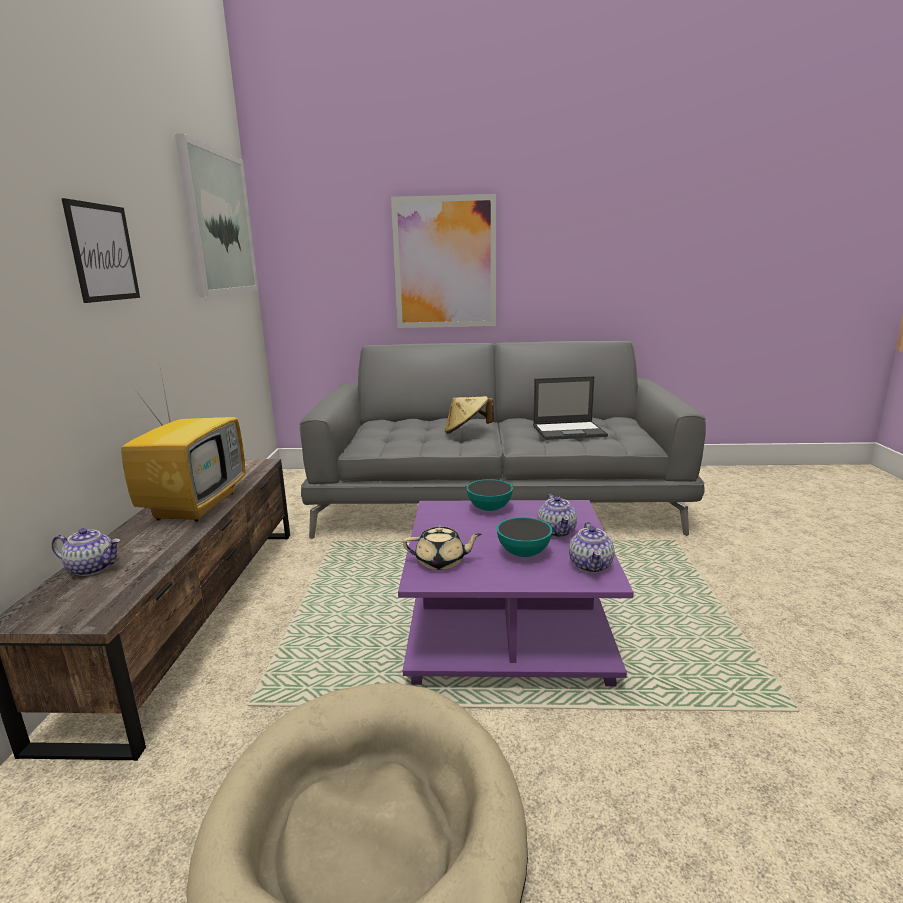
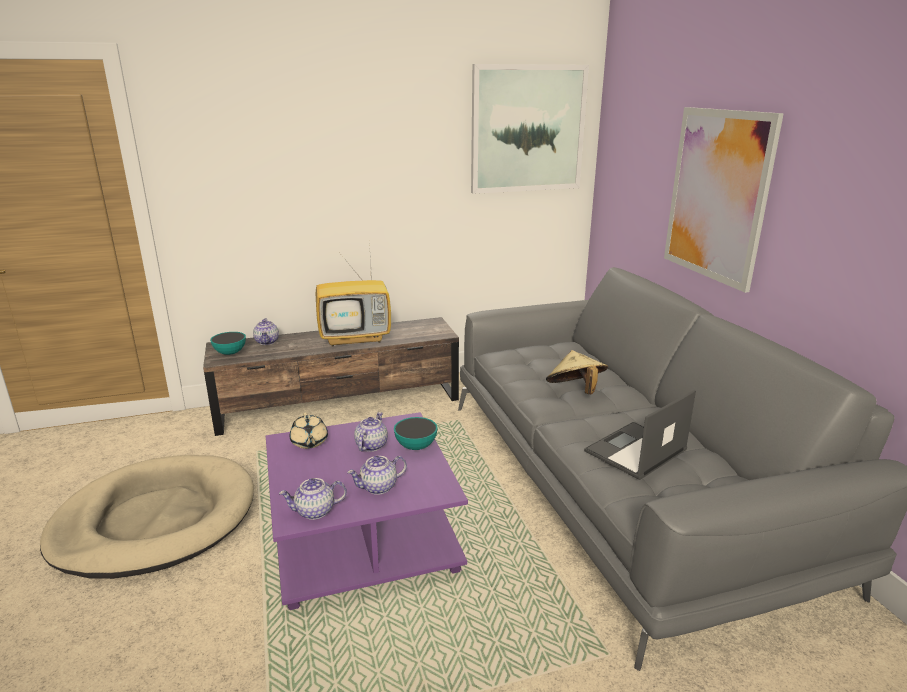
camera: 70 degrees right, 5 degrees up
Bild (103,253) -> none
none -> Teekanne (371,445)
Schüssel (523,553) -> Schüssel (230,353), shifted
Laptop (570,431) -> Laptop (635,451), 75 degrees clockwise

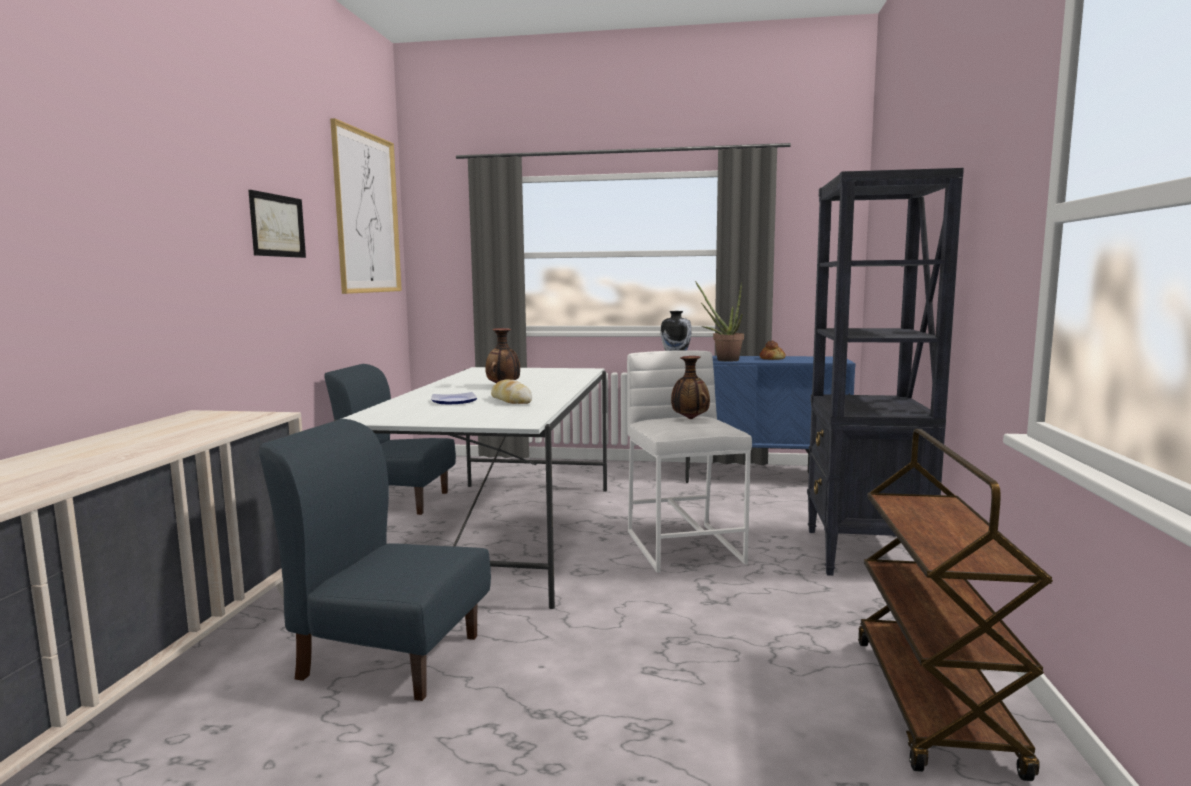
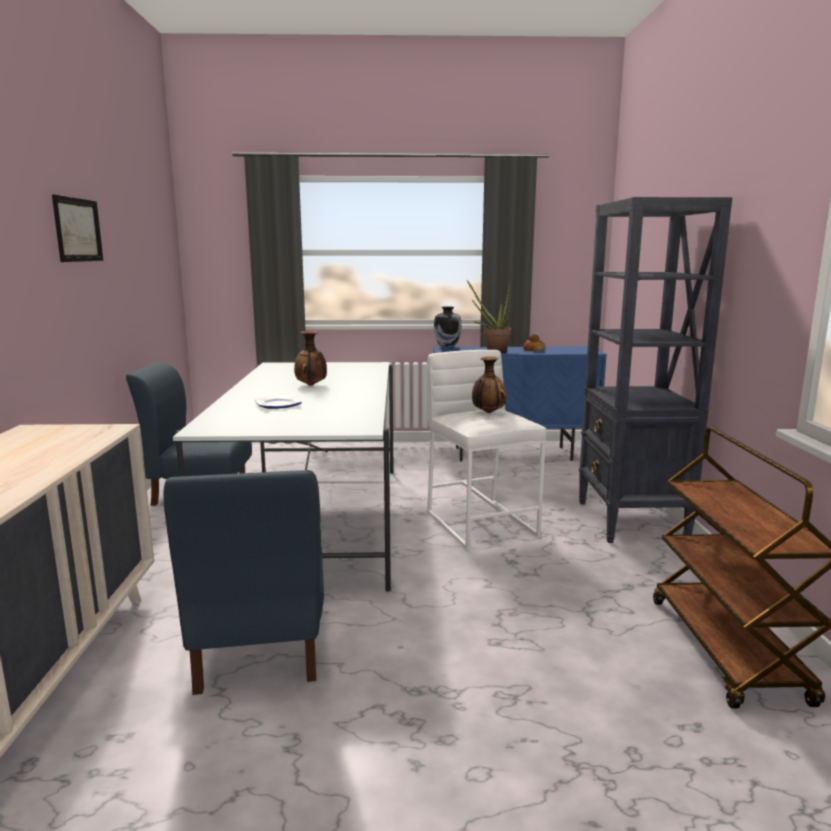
camera: 10 degrees left, 5 degrees up
Bild (367,213) -> none
Brot (511,400) -> none
Stuhl [blau] (390,655) -> Stuhl [blau] (258,649), 105 degrees counterclockwise

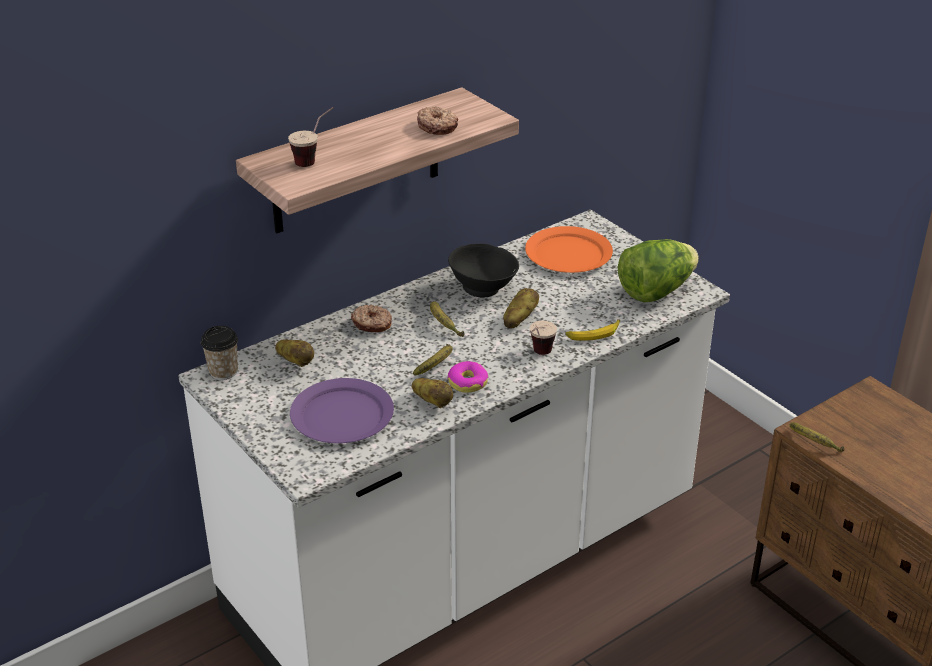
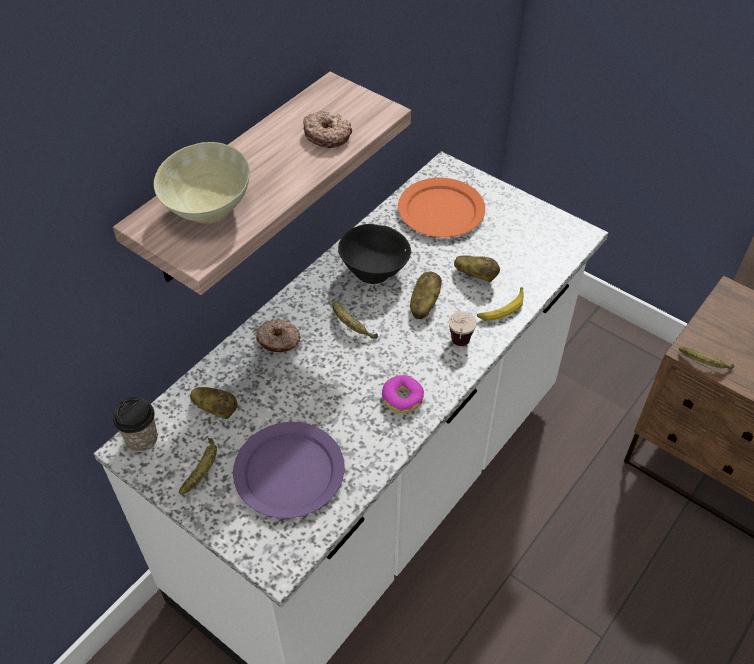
camera: 15 degrees left, 15 degrees up
Salatkopf (656,291) -> none
Kartoffel (433,402) -> Kartoffel (476,276), shifted
Banane (437,365) -> Banane (203,470), shifted
Tasse (314,159) -> Schüssel [beige] (207,209)

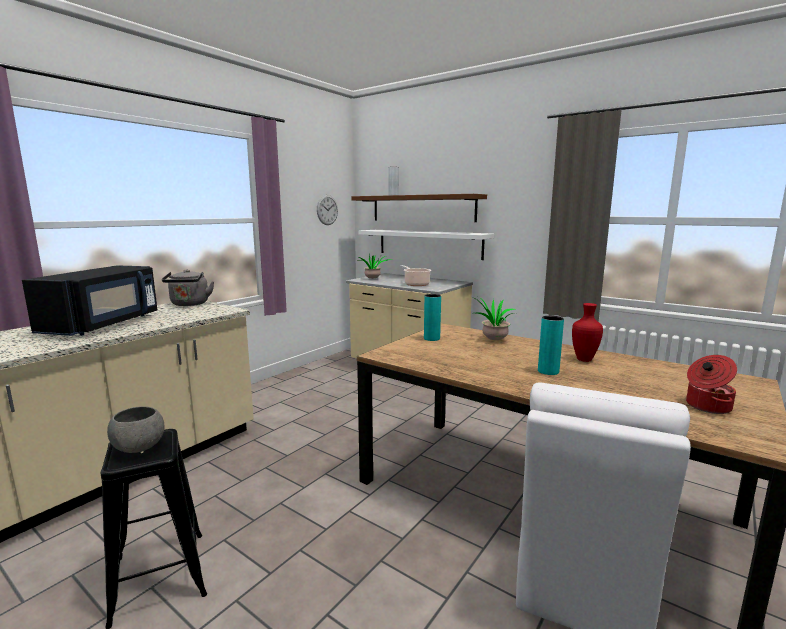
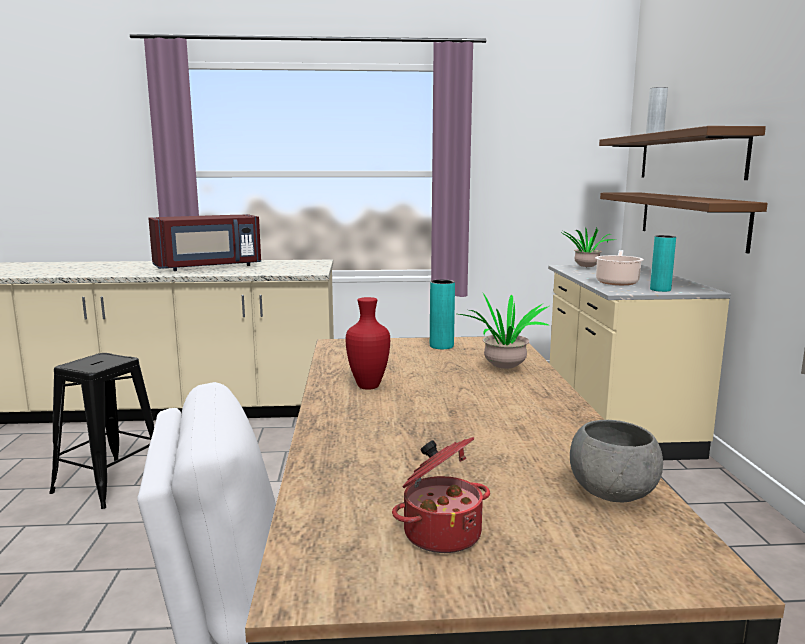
camera: 50 degrees right, 0 degrees up
Wasserkessel [grau] (189,304) -> none
Wanduhr (327,210) -> none
Schüssel [grau] (139,448) -> Schüssel [grau] (613,494), shifted
Vase [türkis] (548,371) -> Vase [türkis] (660,290), shifted
Vase [rot] (583,359) -> Vase [rot] (367,386), shifted
Mikrowelle [schwarz] (104,324) -> Mikrowelle [rot] (208,267)
Wandregal [weiß] (429,243) -> Wandregal [braun] (690,218)

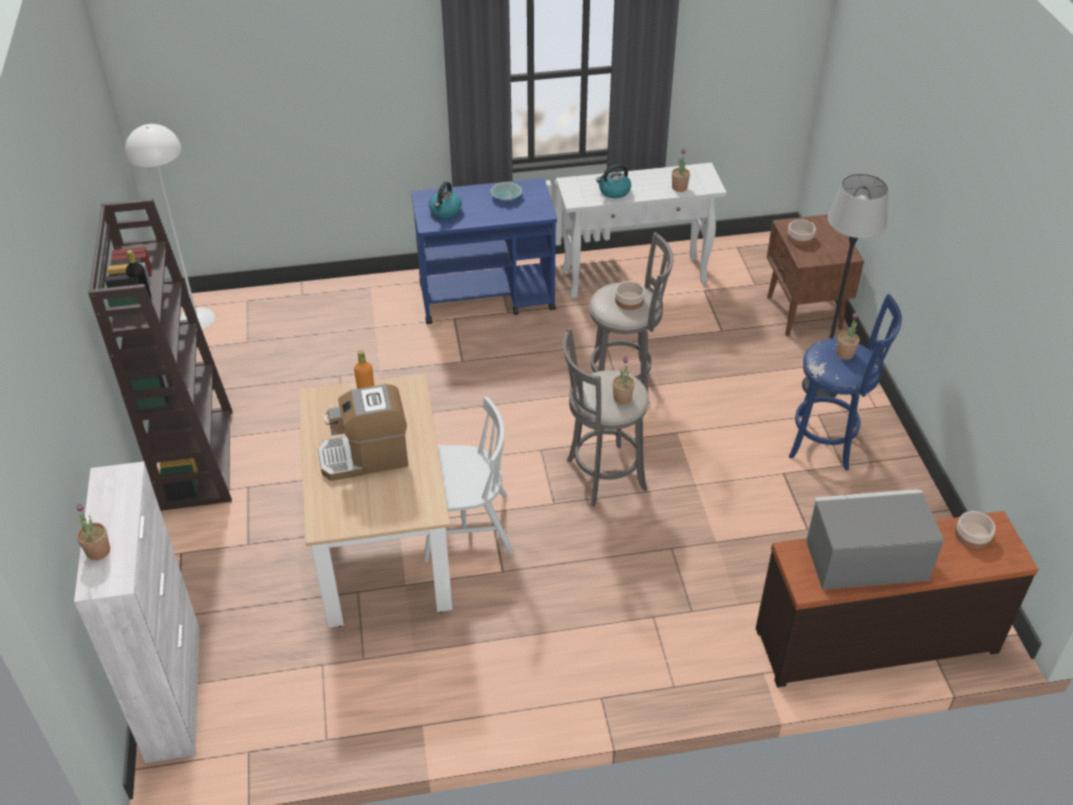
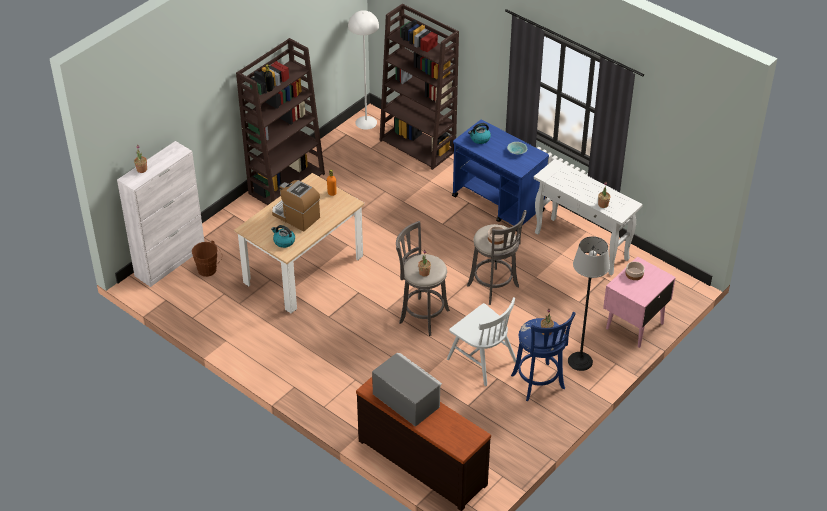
camera: 50 degrees right, 0 degrees up
Schüssel (973,535) -> none
none -> Eimer [braun] (209,271)
none -> Bücherregal [braun] (418,146)
Stuhl [weiß] (465,527) -> Stuhl [weiß] (481,359), shifted
Wasserkessel (614,191) -> Wasserkessel (284,241), shifted
Nachttisch [braun] (803,313) -> Nachttisch [rosa] (633,326)

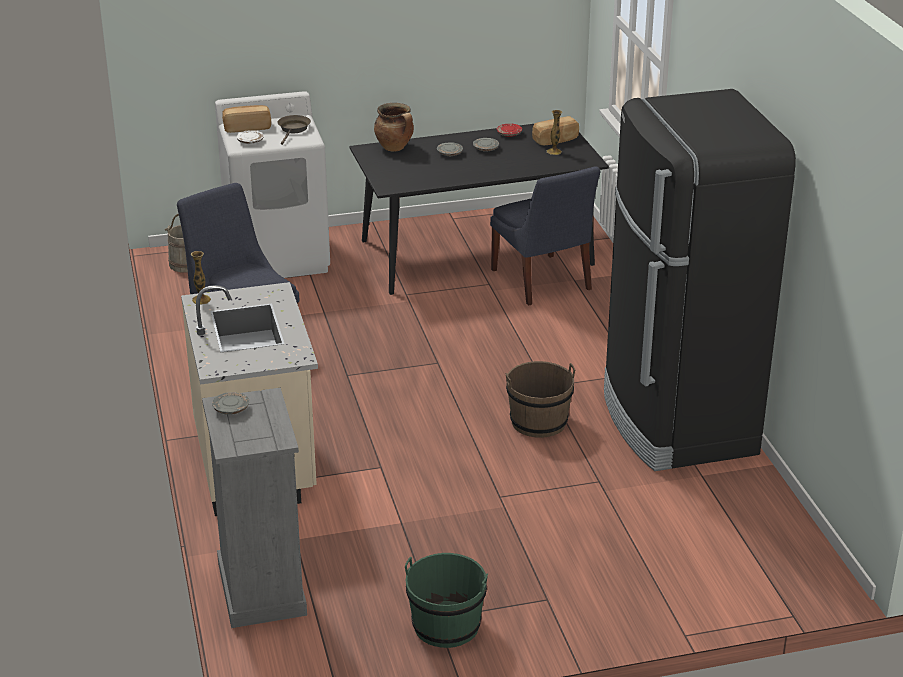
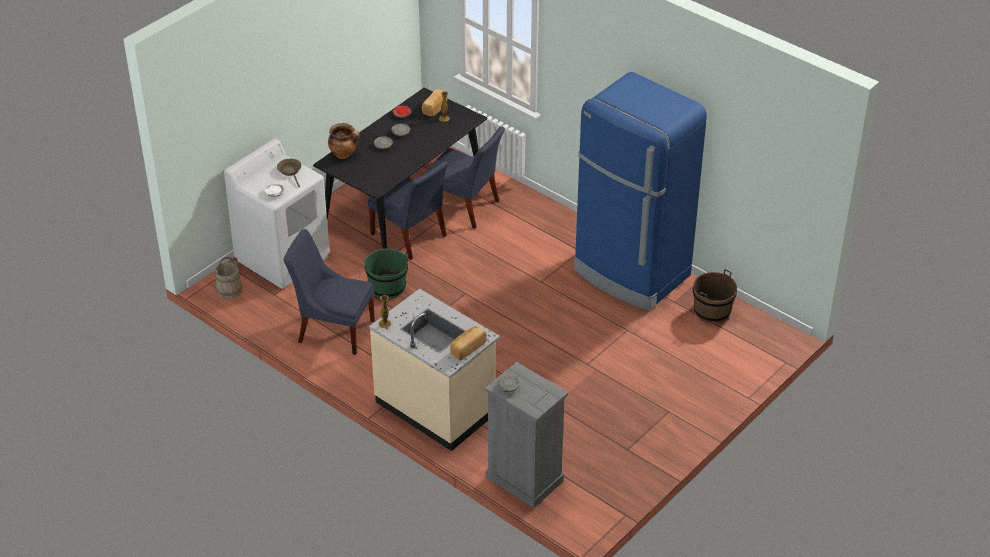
camera: 35 degrees left, 10 degrees up
none -> Stuhl [blau] (410,237)
Brot (247,127) -> Brot (467,348), shifted
Eimer [grün] (446,626) -> Eimer [grün] (387,287), shifted
Eimer [braun] (538,422) -> Eimer [braun] (712,311), shifted
Kühlschrank [schwarz] (676,423) -> Kühlschrank [blau] (631,274)

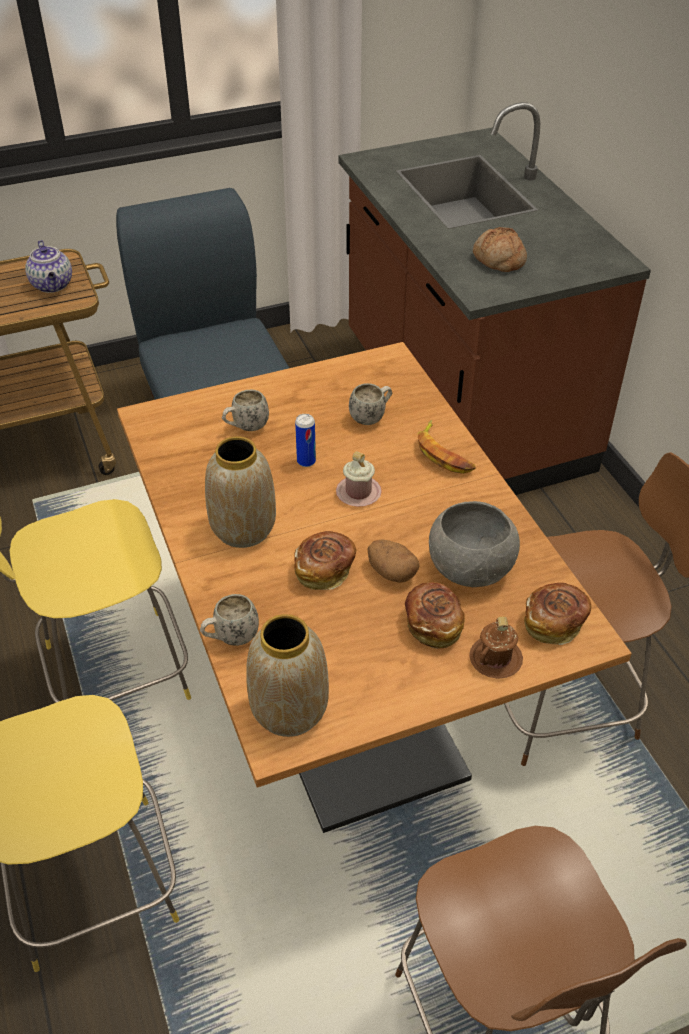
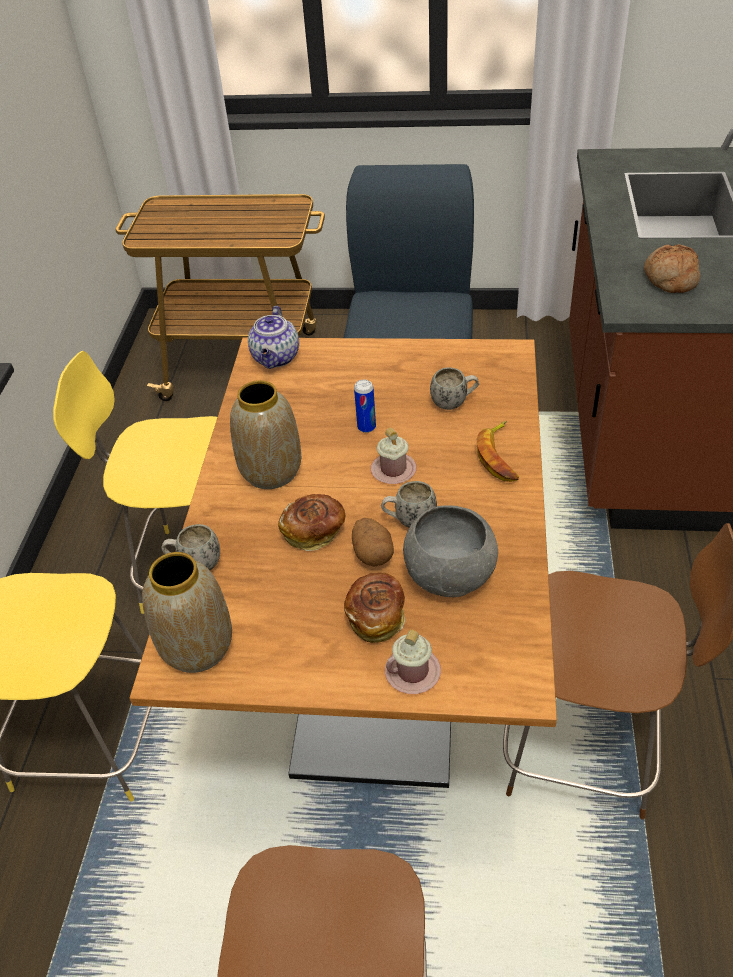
camera: 30 degrees right, 0 degrees up
Brot (554,623) -> none
Teekanne (53,285) -> Teekanne (276,358), shifted
Henkelbecher [weiß] (246,427) -> Henkelbecher [weiß] (409,521), shifted
Henkelbecher [braun] (495,659) -> Henkelbecher [rosa] (412,672)

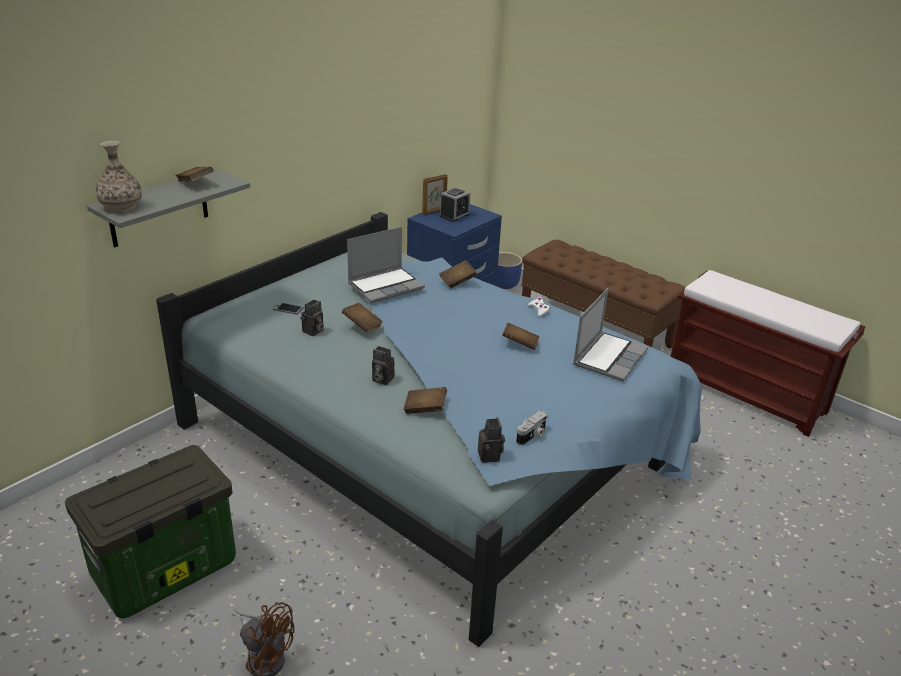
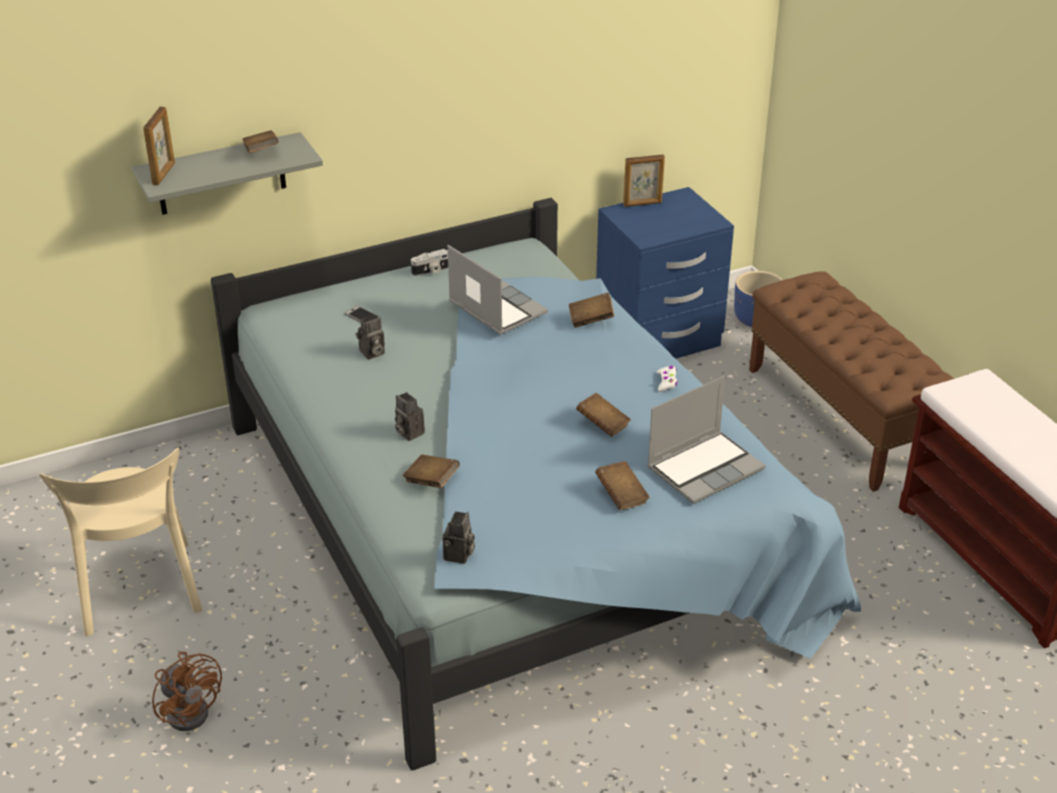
camera: 25 degrees right, 5 degrees up
Wecker (454,215) -> none
Buch [braun] (362,325) -> Buch [braun] (621,496), shifted
Kamera (532,435) -> Kamera (431,271), shifted
Aufbewahrungsbox (164,572) -> Stuhl [beige] (139,593)
Vase (121,206) -> Bilderrahmen (164,174)
Laptop (386,286) -> Laptop (495,308), 120 degrees counterclockwise

